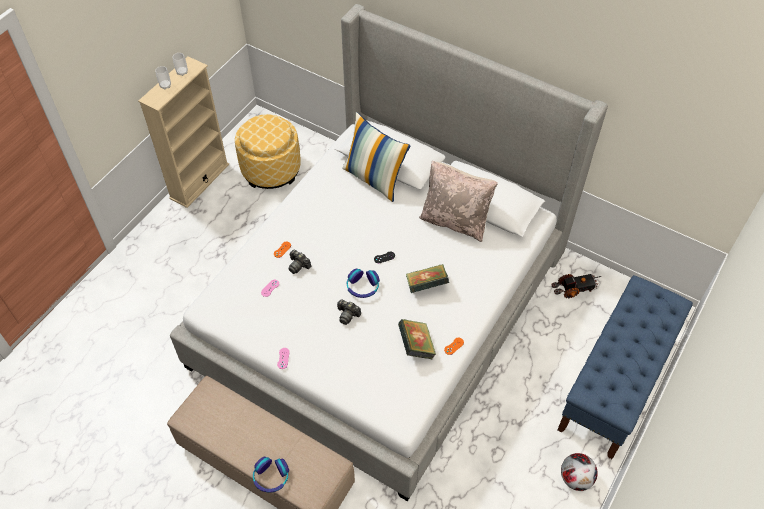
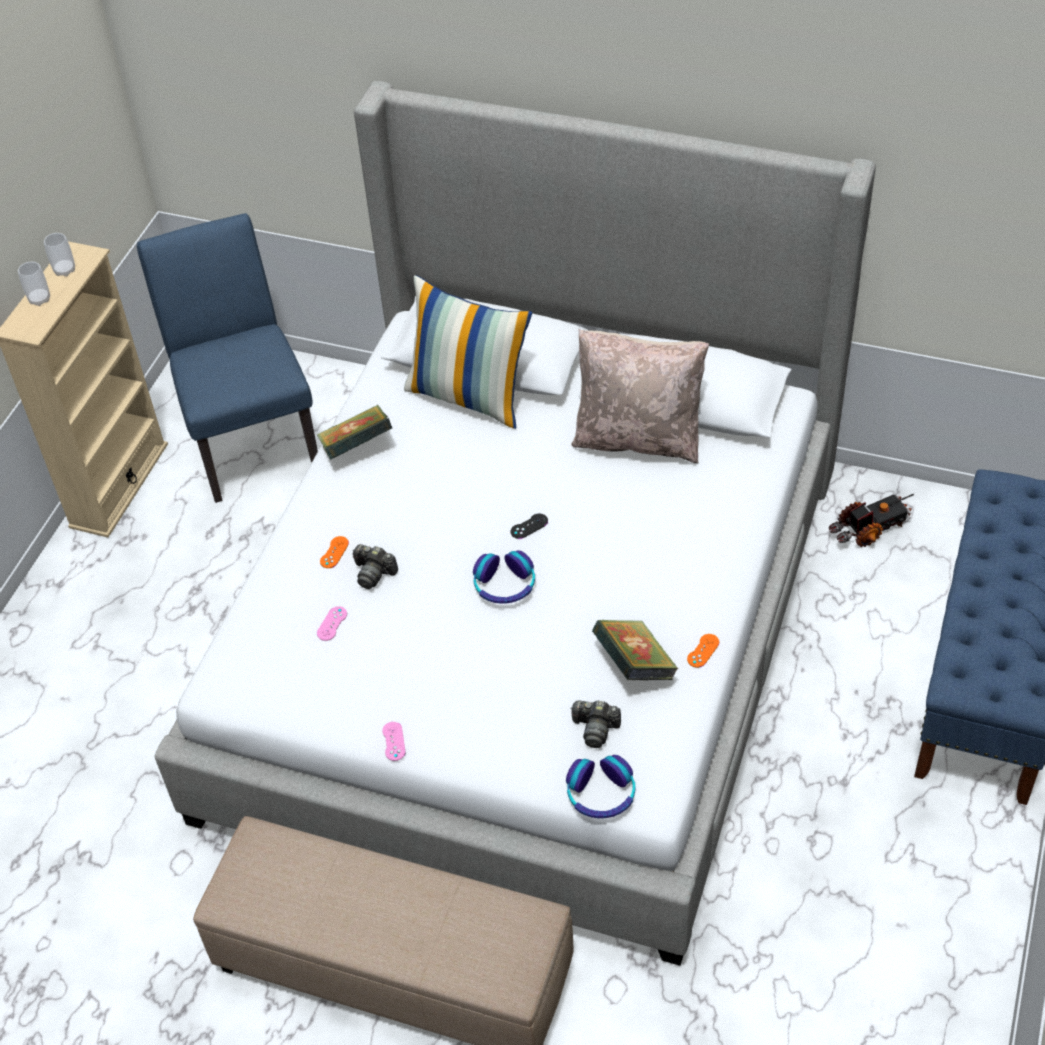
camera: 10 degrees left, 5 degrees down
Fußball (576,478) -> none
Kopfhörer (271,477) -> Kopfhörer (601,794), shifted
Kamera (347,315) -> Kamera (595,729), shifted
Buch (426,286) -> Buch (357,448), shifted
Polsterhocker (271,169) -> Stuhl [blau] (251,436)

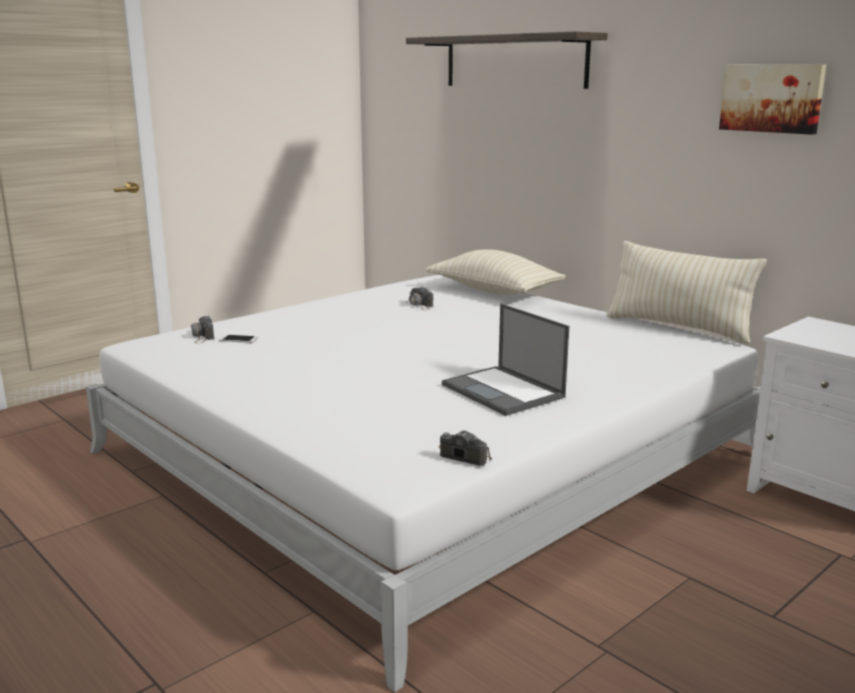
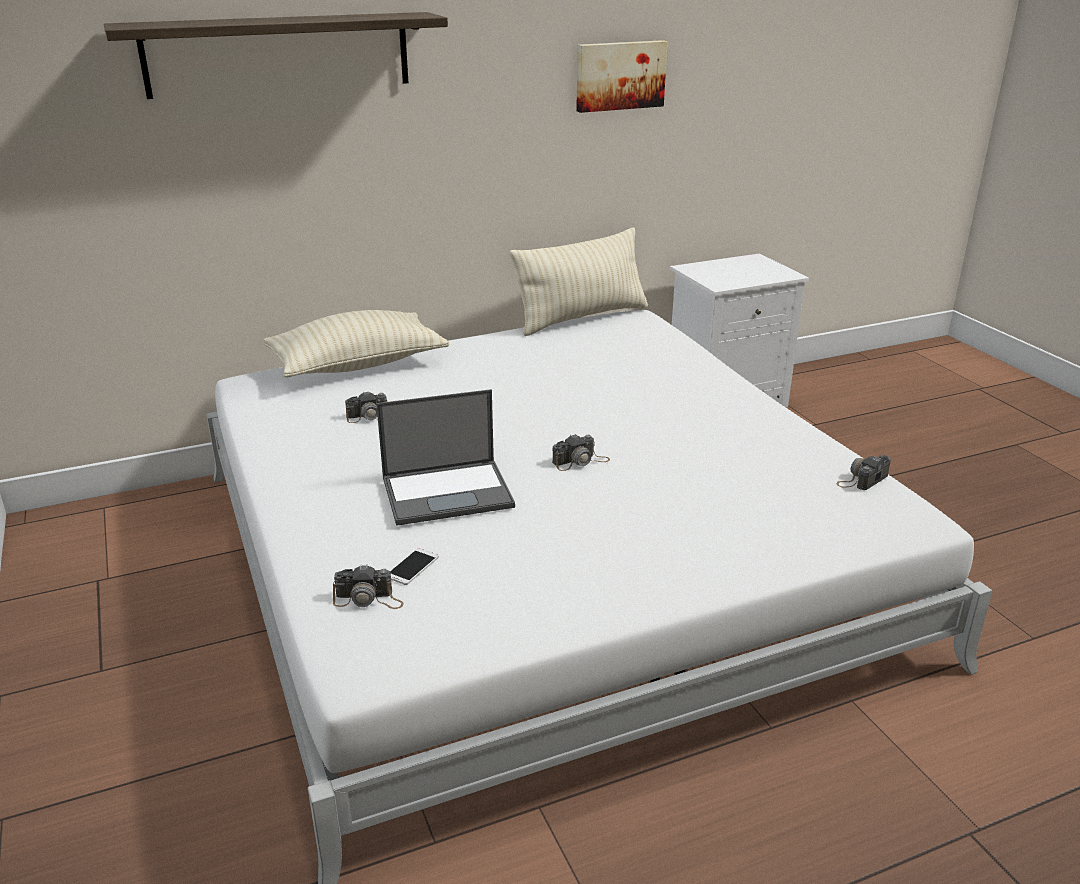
camera: 70 degrees left, 10 degrees up
none -> Kamera (580,461)
Laptop (504,391) -> Laptop (449,492), shifted

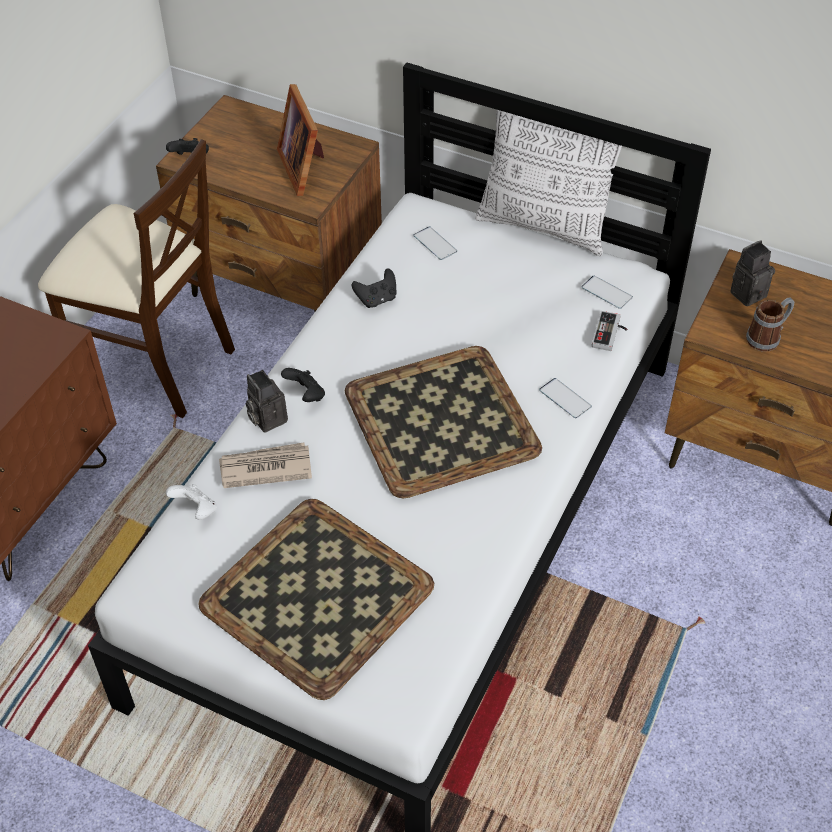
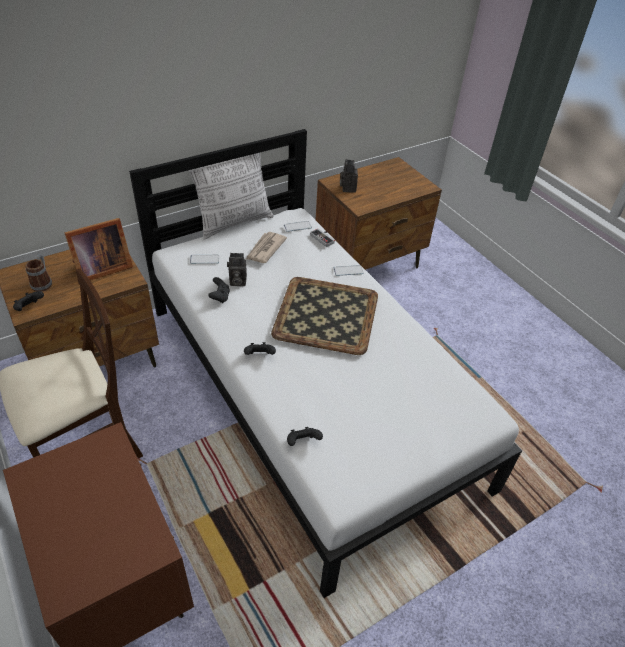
camera: 60 degrees left, 5 degrees down
Tablett (314,596) -> none
Zeitung (265,468) -> Zeitung (265,249), shifted
Kamera (266,418) -> Kamera (237,282), shifted
Henkelbecher (767,337) -> Henkelbecher (43,282), shifted
Gamepad [weiß] (196,510) -> Gamepad [schwarz] (303,442)
Bilderrahmen (305,167) -> Bilderrahmen (101,269), 45 degrees counterclockwise

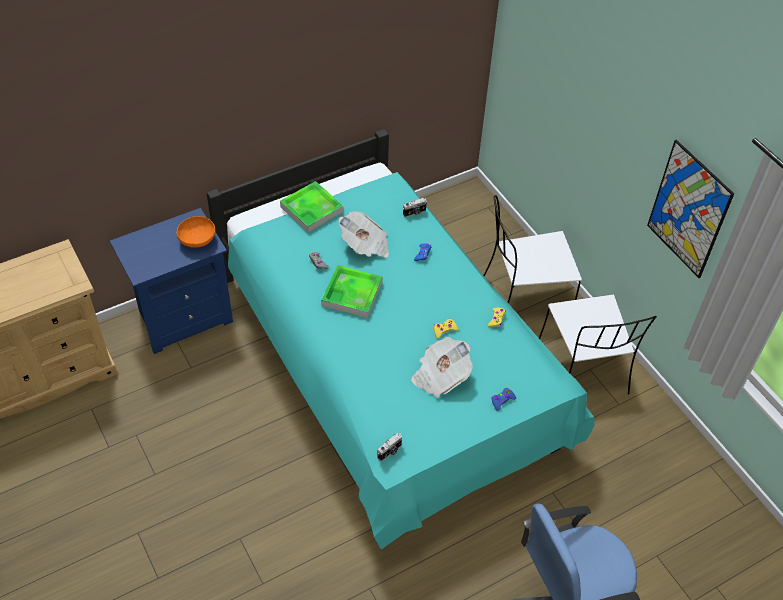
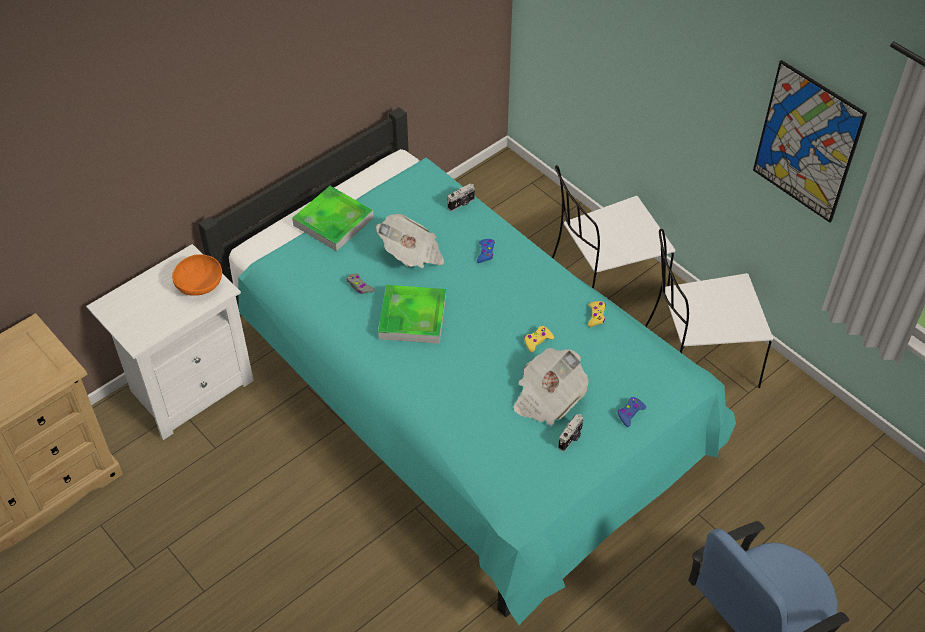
camera: 10 degrees left, 0 degrees up
Kamera (390,452) -> Kamera (571,438), shifted
Nachttisch [blau] (183,317) -> Nachttisch [weiß] (189,387)
Stuhl [weiß] (583,370) -> Stuhl [weiß] (696,359), 105 degrees clockwise

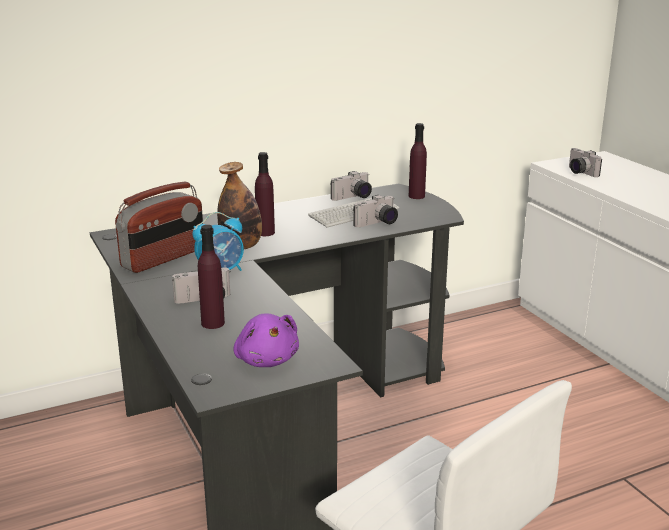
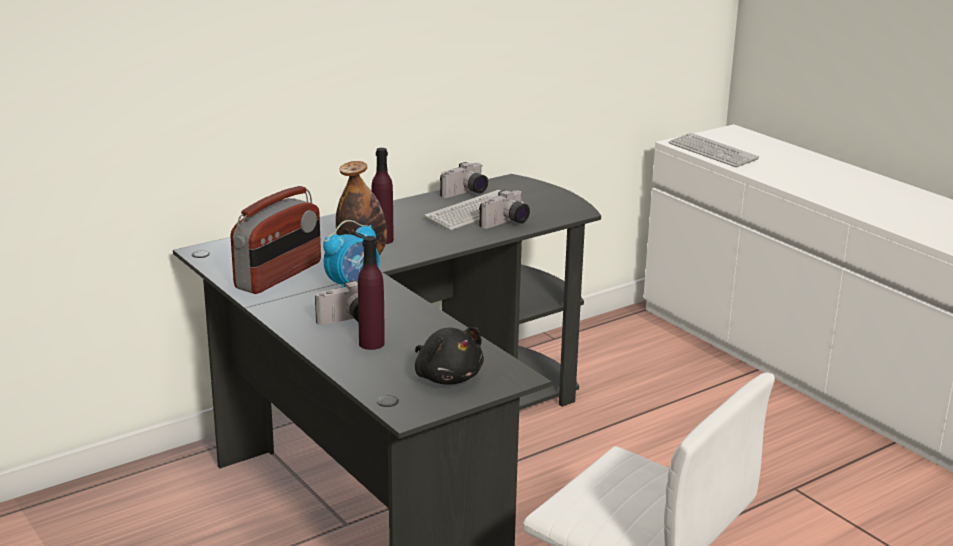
camera: 10 degrees left, 0 degrees up
Flasche [lila] (416,196) -> none
Kamera (579,172) -> Tastatur (712,152)
Plüschtier [lila] (266,359) -> Plüschtier [schwarz] (447,377)

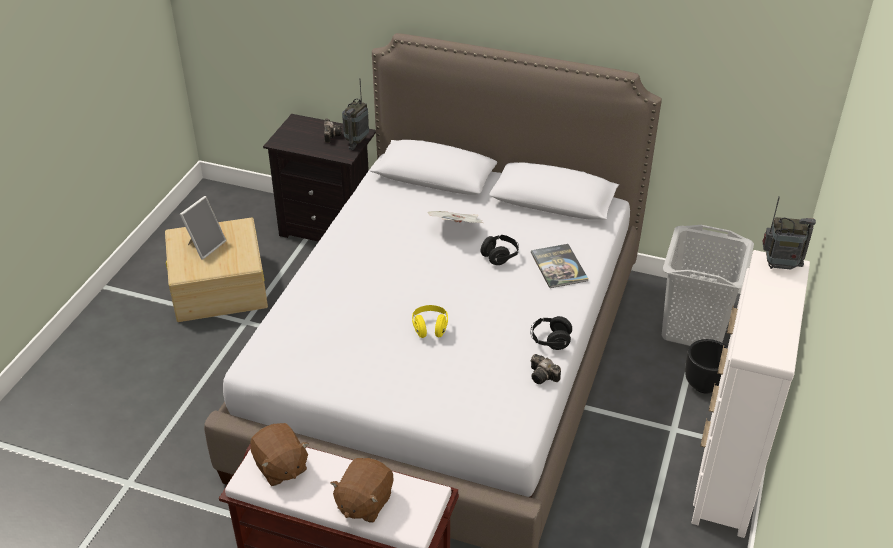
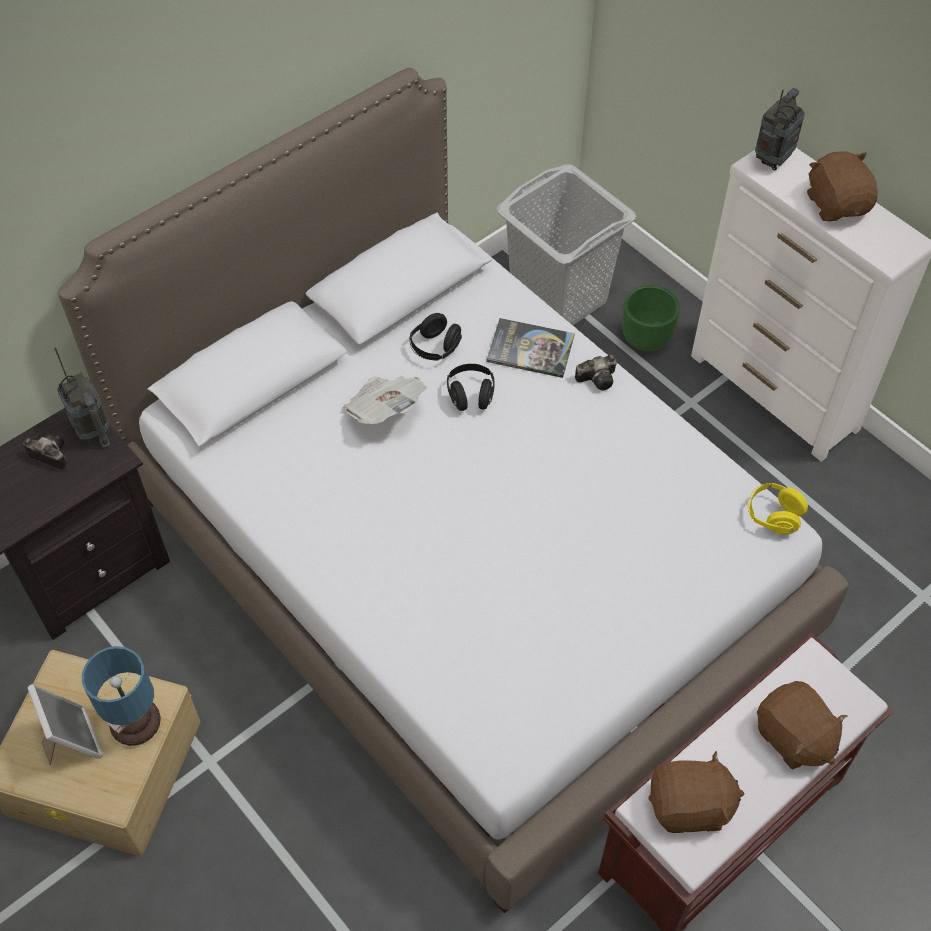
camera: 60 degrees left, 15 degrees up
none -> Tischlampe (137,722)
none -> Plüschtier [braun] (837,204)
Kopfhörer [gelb] (430,328) -> Kopfhörer [gelb] (773,516), shifted
Kopfhörer [schwarz] (550,340) -> Kopfhörer [schwarz] (435,348), shifted
Kamera (544,377) -> Kamera (599,378), shifted
Pflanzkübel [schwarz] (704,385) -> Pflanzkübel [grün] (646,339)

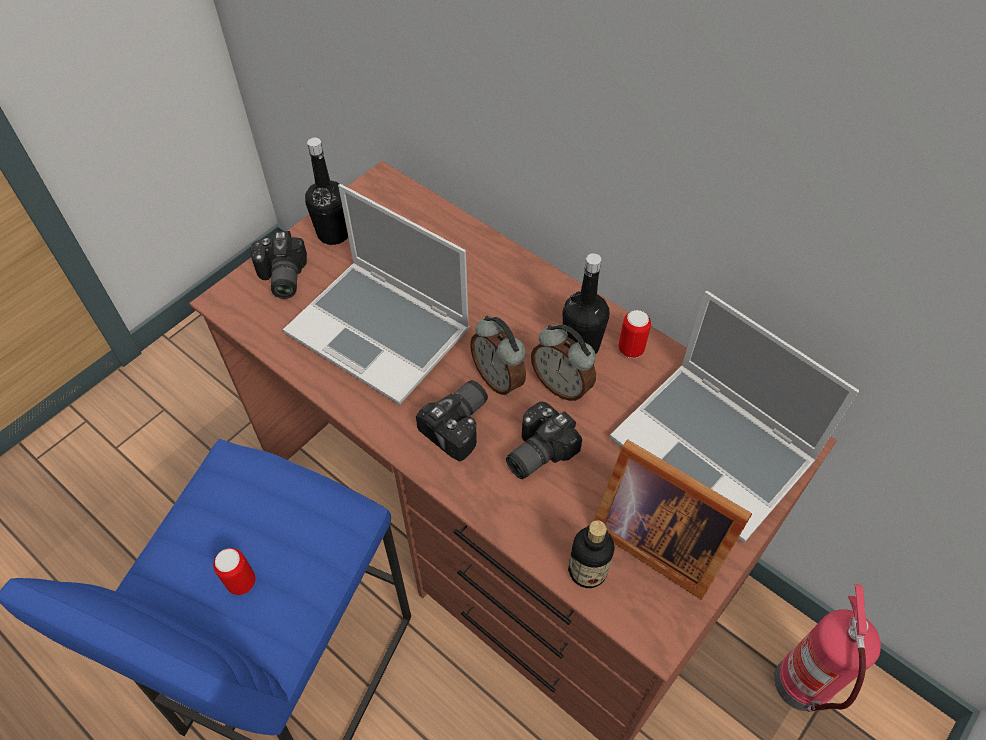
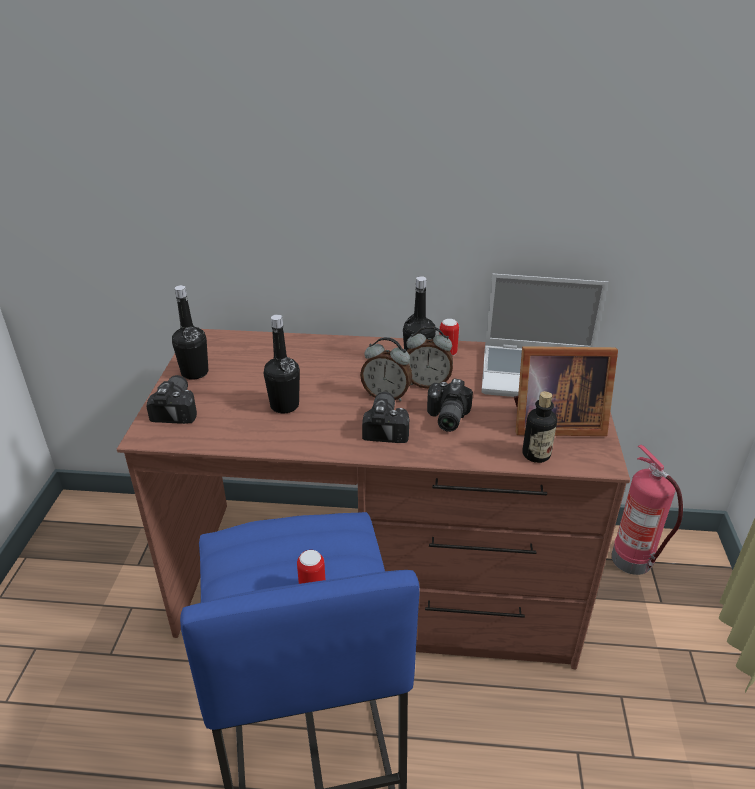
camera: 35 degrees left, 20 degrees down
Laptop (381,332) -> Flasche [schwarz] (284,405)
Kamera (280,278) -> Kamera (178,408), 135 degrees counterclockwise

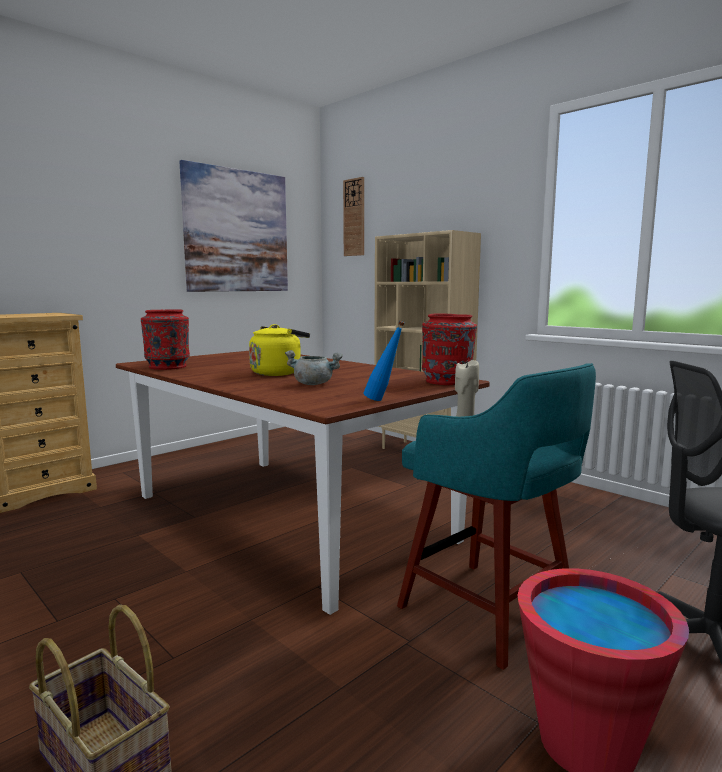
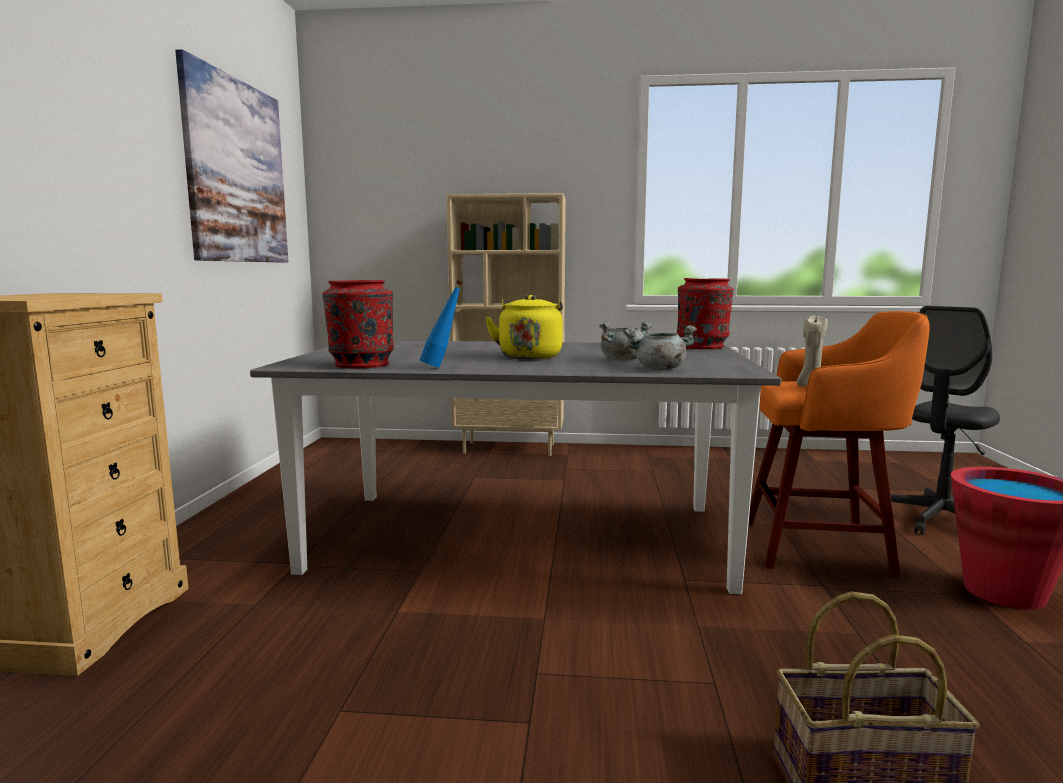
camera: 40 degrees left, 0 degrees up
Wanduhr (354,217) -> none
none -> Kochtopf [grau] (659,369)
Flasche [blau] (383,400) -> Flasche [blau] (442,367), shifted
Esstisch [braun] (286,517) -> Esstisch [grau] (521,538)
Hocker [türkis] (490,612) -> Hocker [orange] (821,547)

